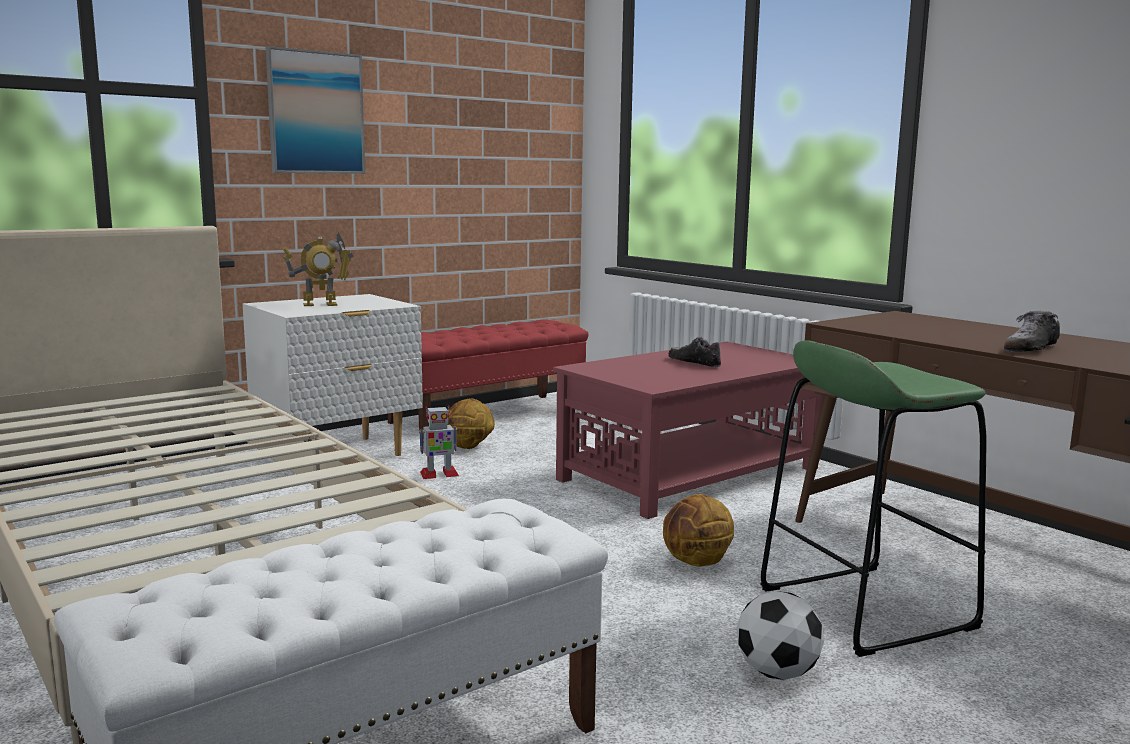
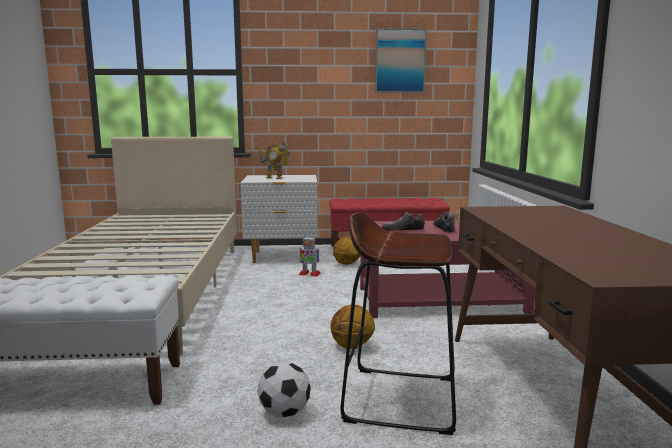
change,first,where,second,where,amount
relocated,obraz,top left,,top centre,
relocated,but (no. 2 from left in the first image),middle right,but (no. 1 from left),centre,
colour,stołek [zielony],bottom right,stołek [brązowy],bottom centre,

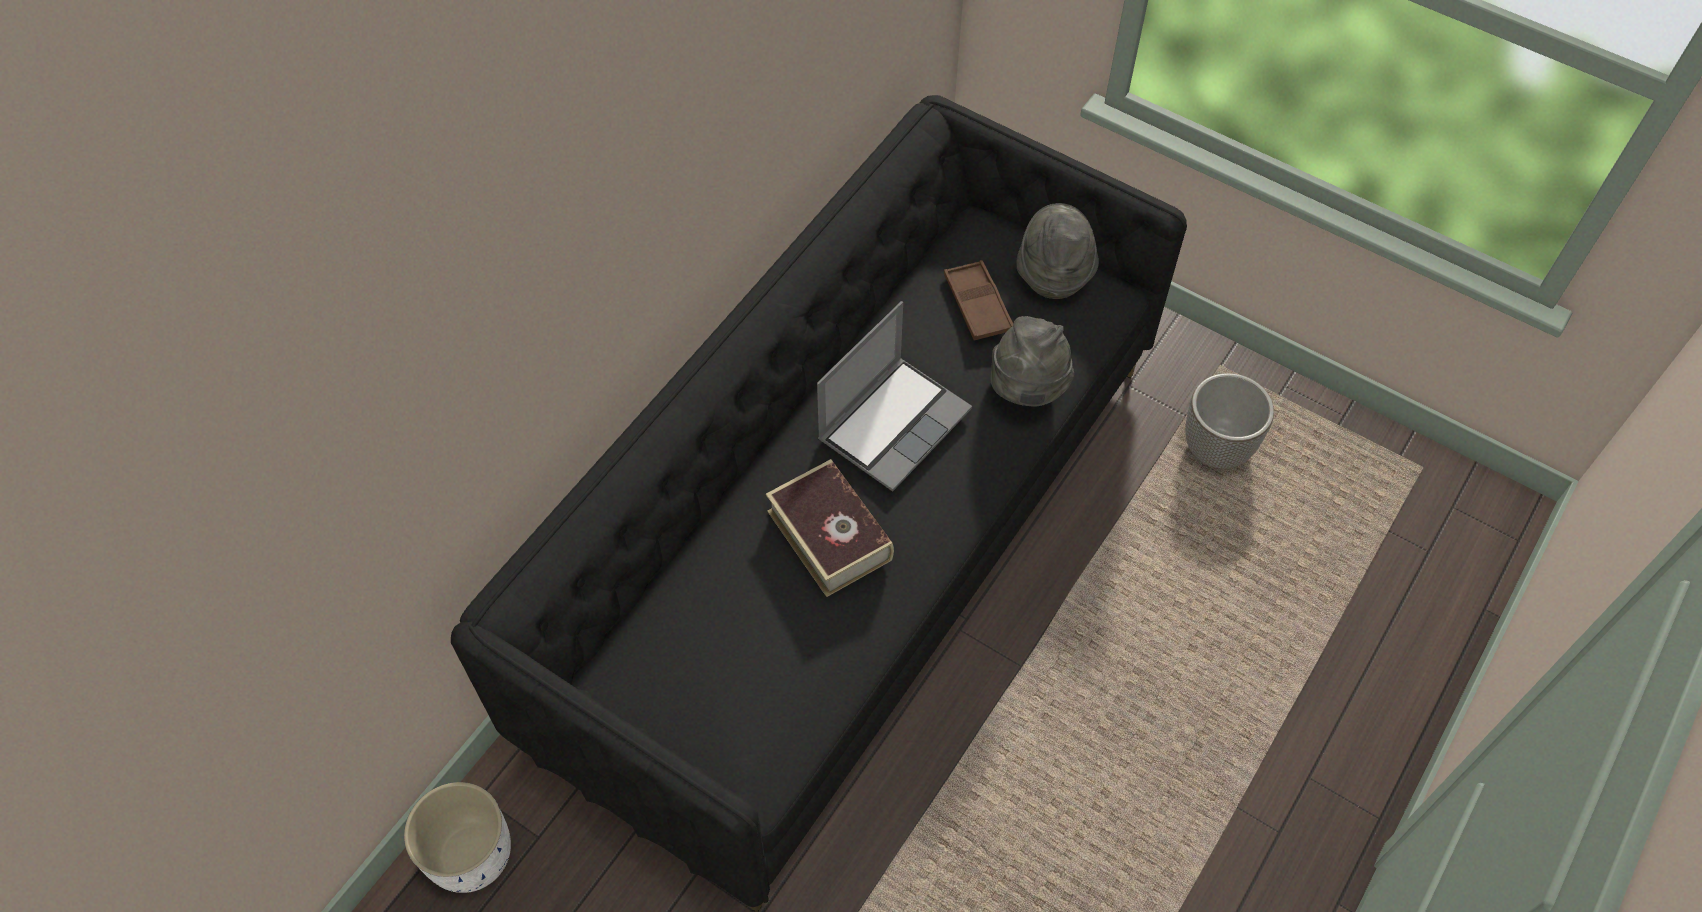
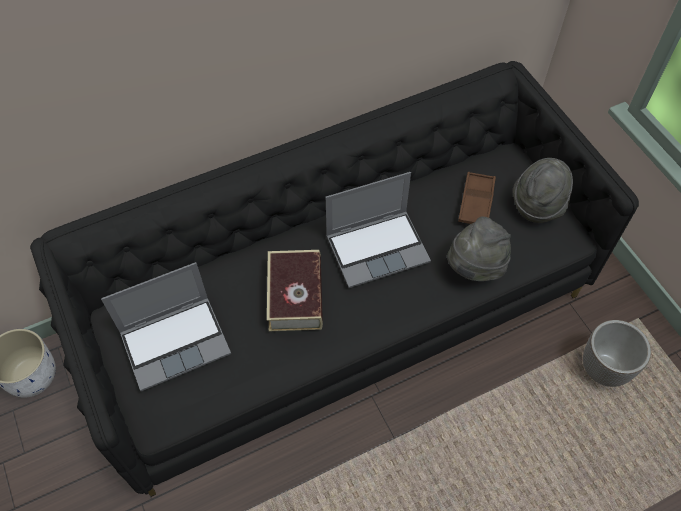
change,first,where,second,where,amount
appeared,,,laptop (no. 1 from left),middle left,

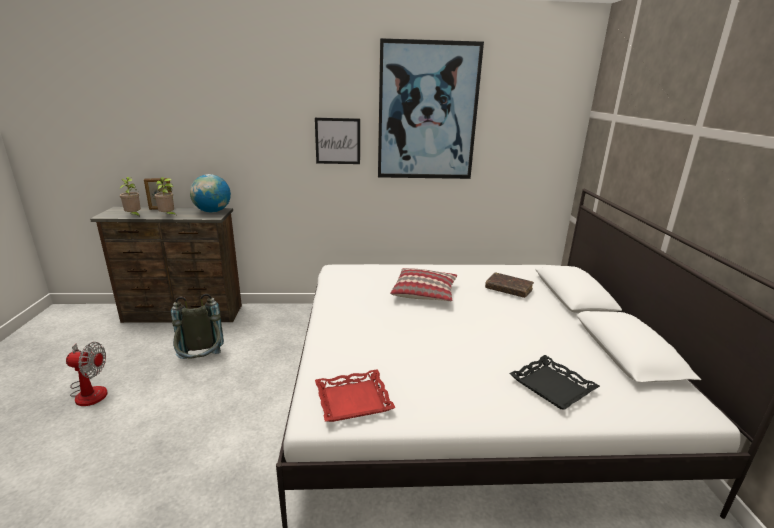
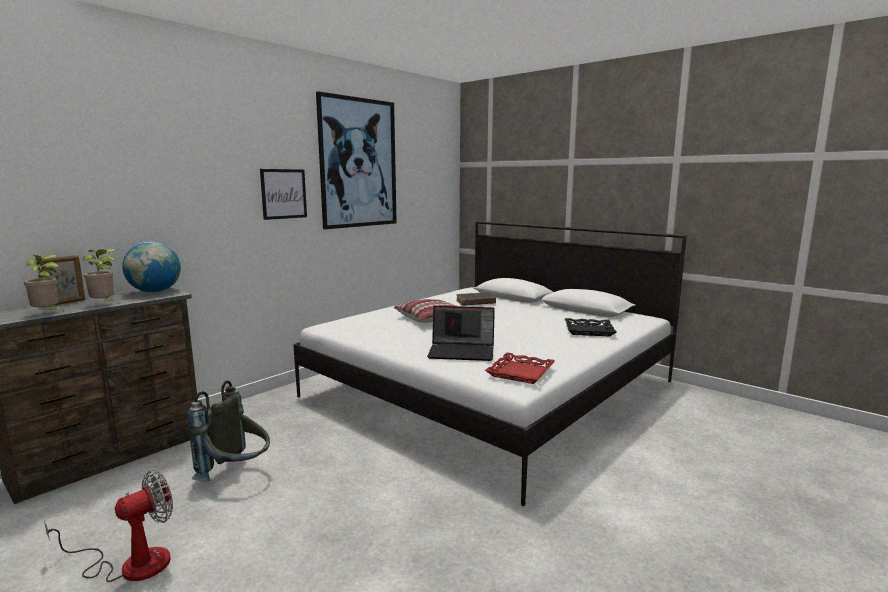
change,first,where,second,where,amount
appeared,,,laptop,centre,

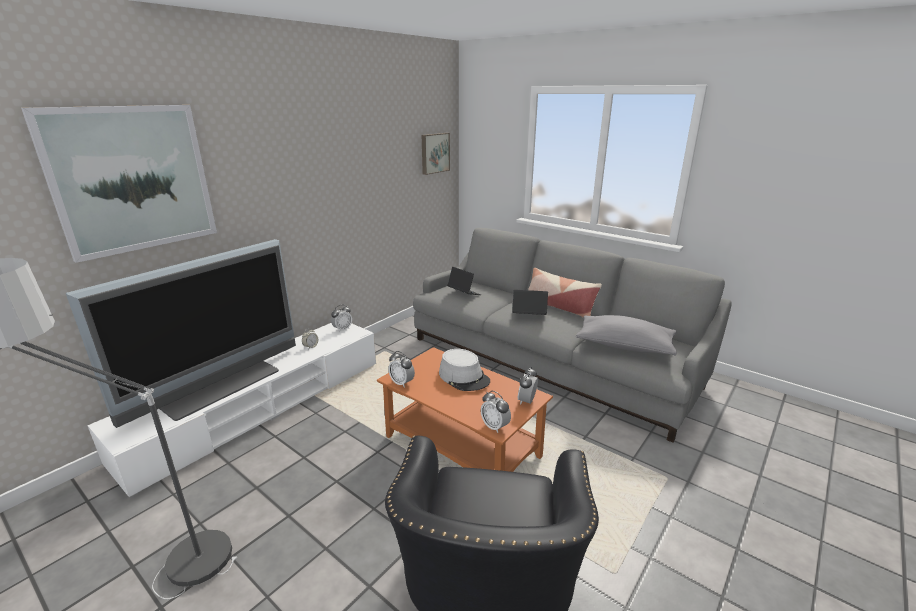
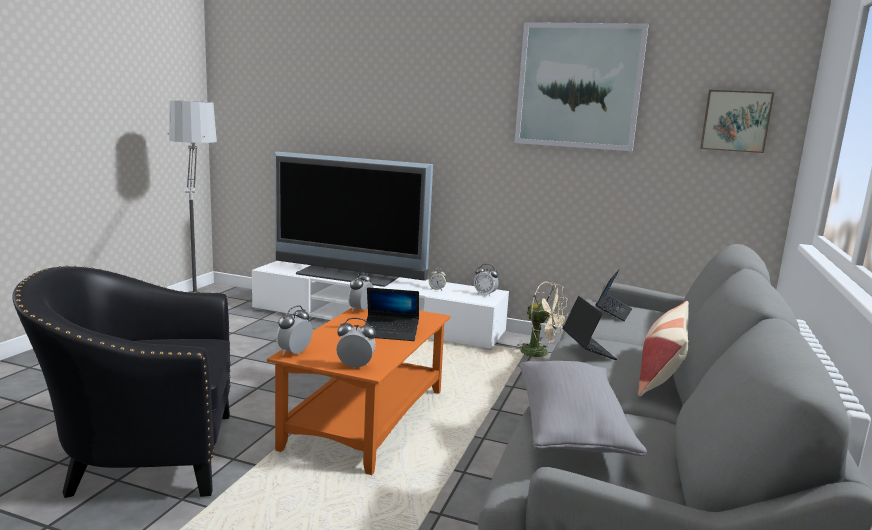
change,first,where,second,where,amount
appeared,,,wentylator [beżowy],centre,
relocated,obraz (no. 1 from left),top left,,top centre,
exchanged,kapelusz [szary],centre,laptop (no. 1 from left),centre,

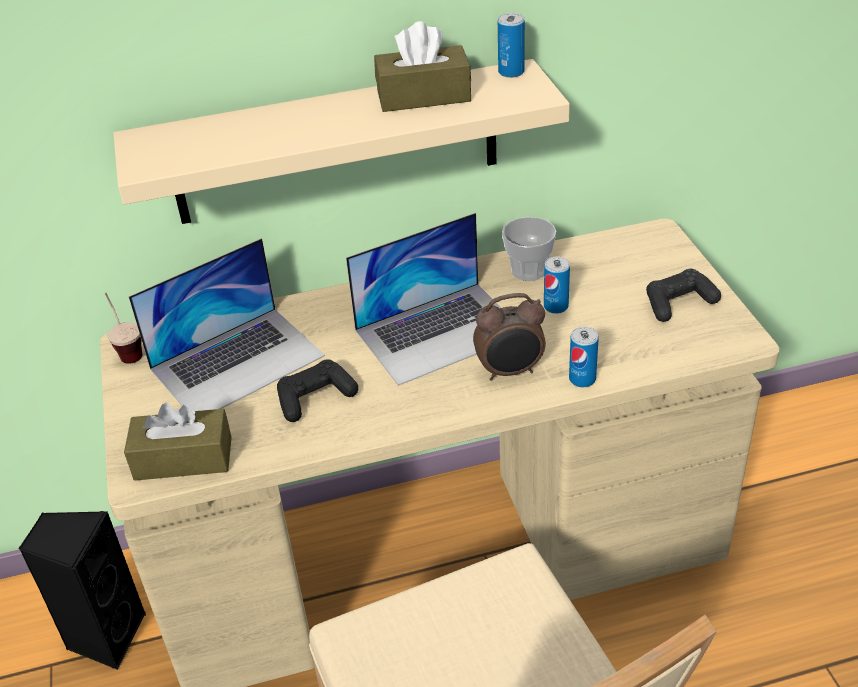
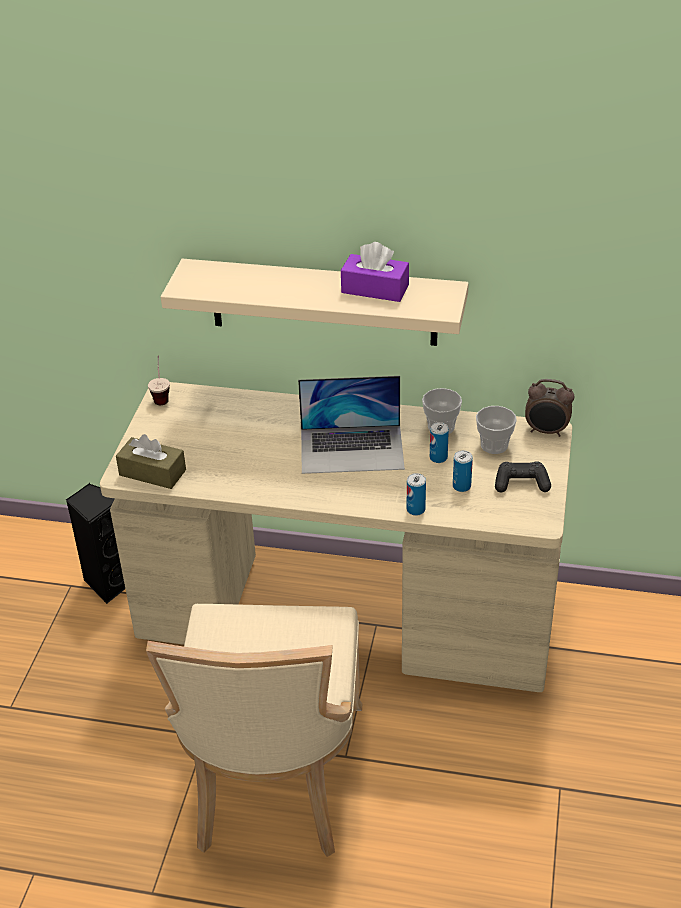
change,first,where,second,where,amount
missing,laptop (no. 1 from left),middle left,,,
missing,pad do gier [czarny] (no. 1 from left),centre,,,
appeared,,,filiżanka (no. 3 from left),middle right,
relocated,budzik,centre,,middle right,
relocated,puszka (no. 1 from left in the first image),top centre,puszka (no. 3 from left),middle right,
colour,pudełko chusteczek [brązowy] (no. 2 from left),top centre,pudełko chusteczek [fioletowy],top centre,

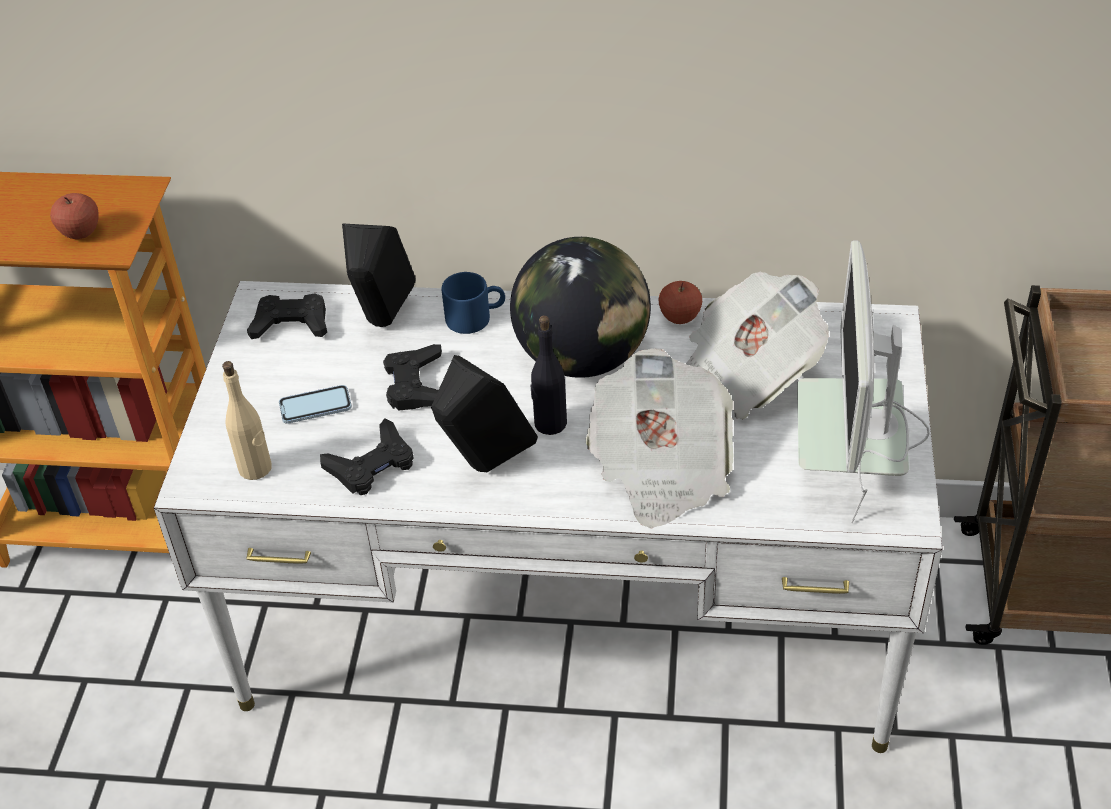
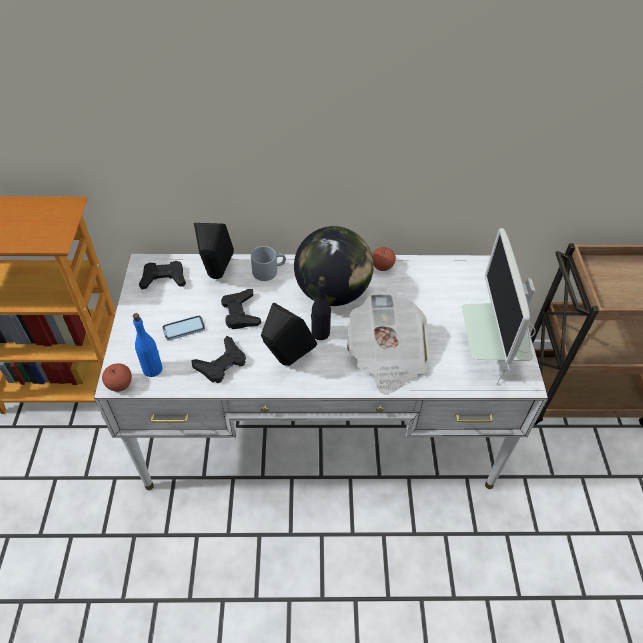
change,first,where,second,where,amount
missing,gazeta (no. 2 from left),middle right,,,
relocated,jabłko (no. 1 from left),top left,,middle left,
colour,butelka [beżowy],middle left,butelka [niebieski],middle left,
colour,kubek [niebieski],centre,kubek [szary],centre,

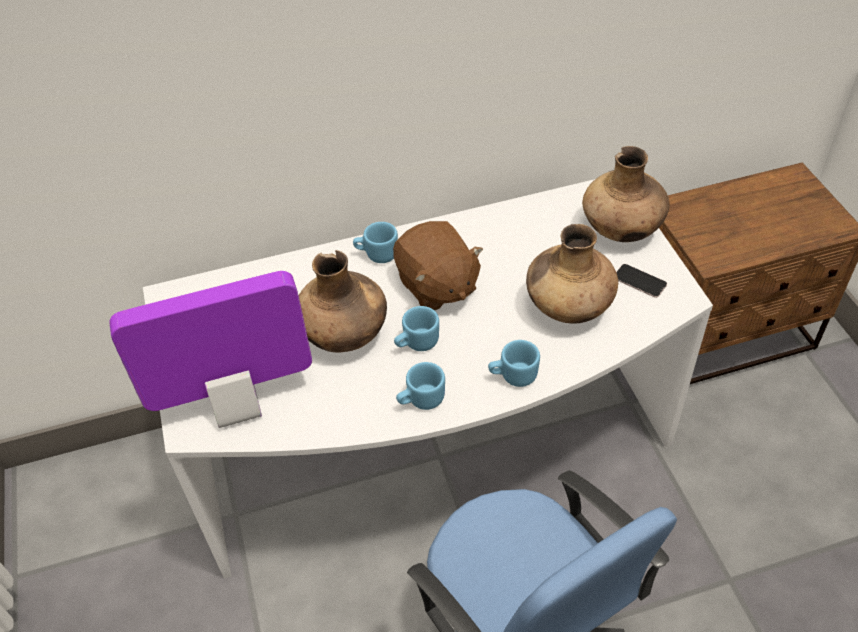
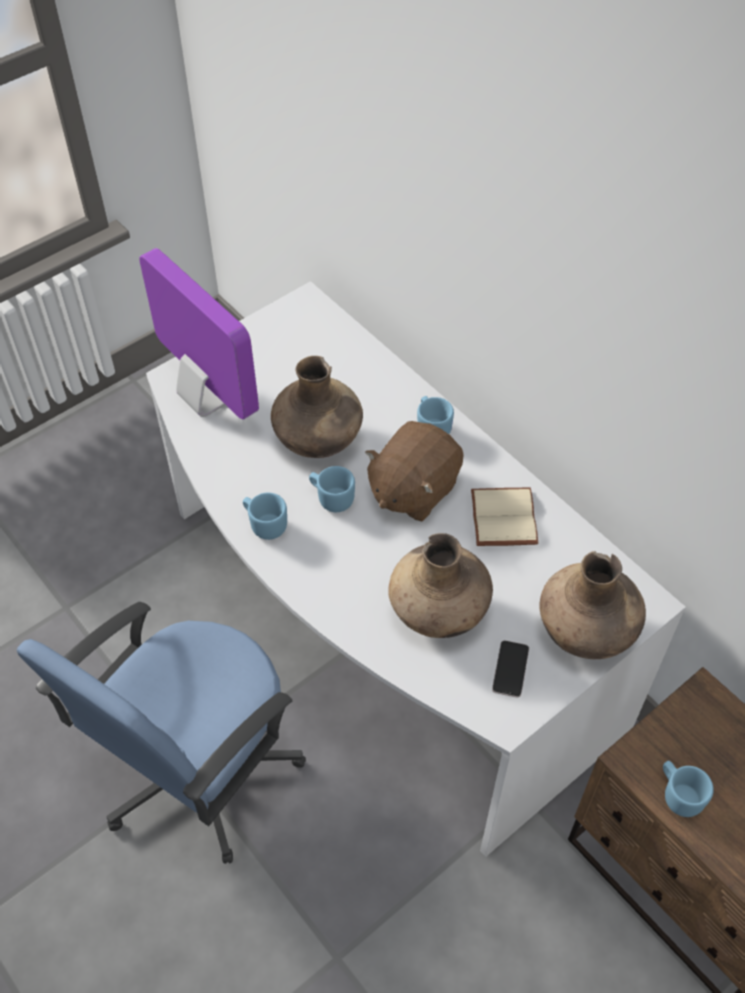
change,first,where,second,where,amount
appeared,,,książka [beżowy],middle right,
relocated,kubek [niebieski] (no. 4 from left),centre,,bottom right,

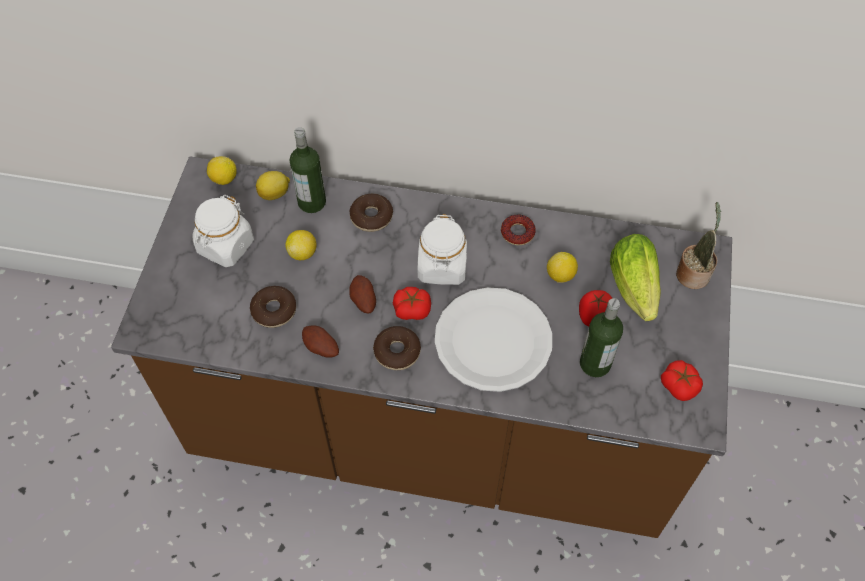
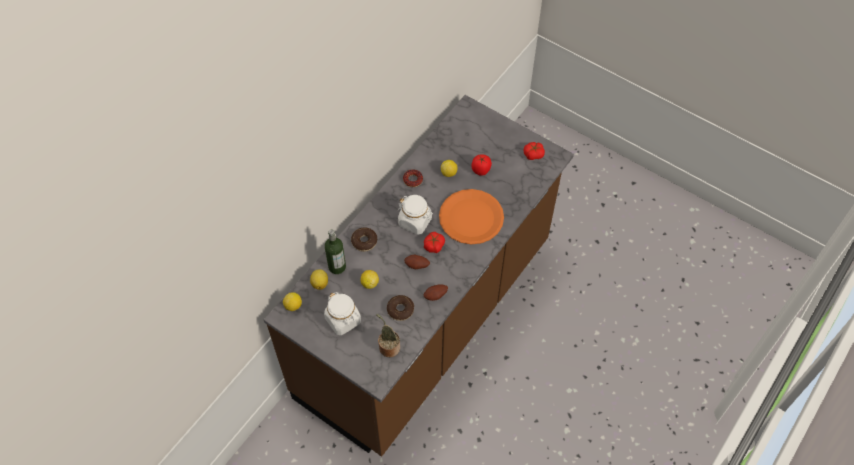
change,first,where,second,where,amount
missing,donut (no. 3 from left),centre,,,
missing,butelka (no. 2 from left),middle right,,,
missing,sałata,middle right,,,
relocated,roślina doniczkowa,middle right,,bottom centre,
colour,talerz [biały],centre,talerz [pomarańczowy],centre,

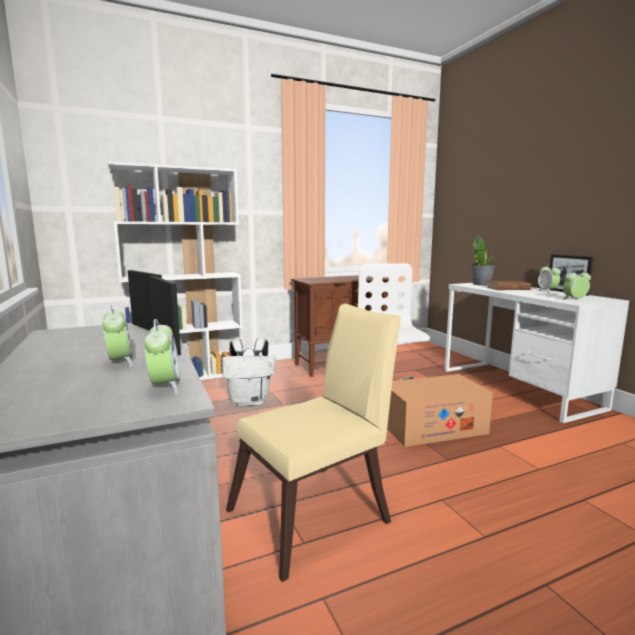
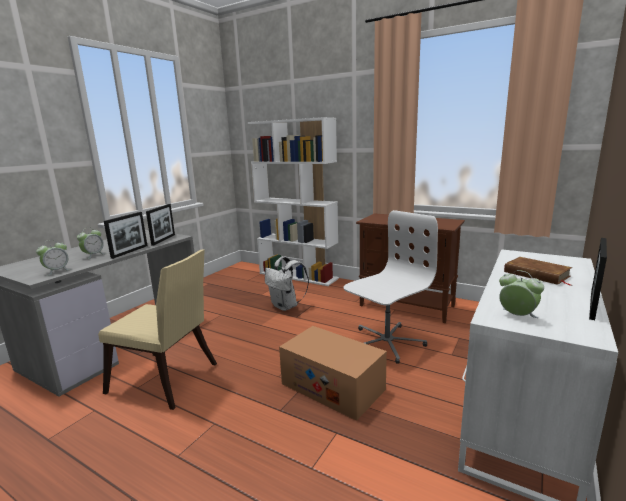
change,first,where,second,where,amount
missing,roślina doniczkowa,middle right,,,
missing,budzik (no. 3 from left),middle right,,,

